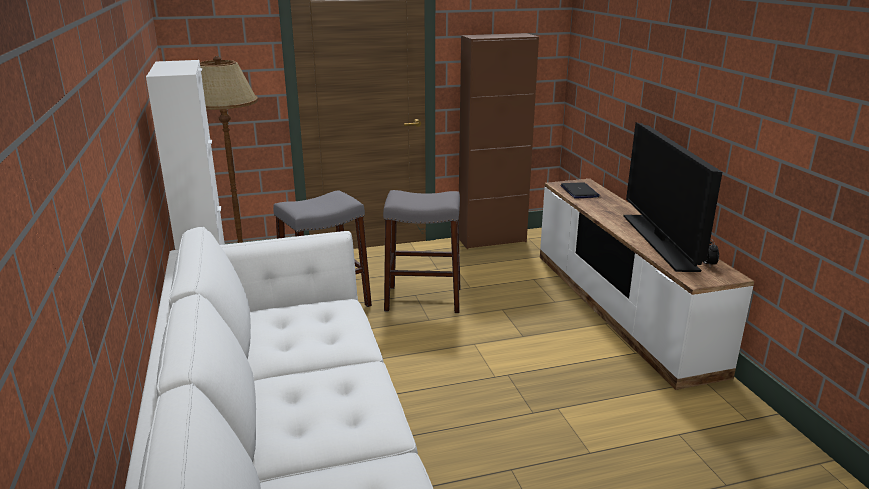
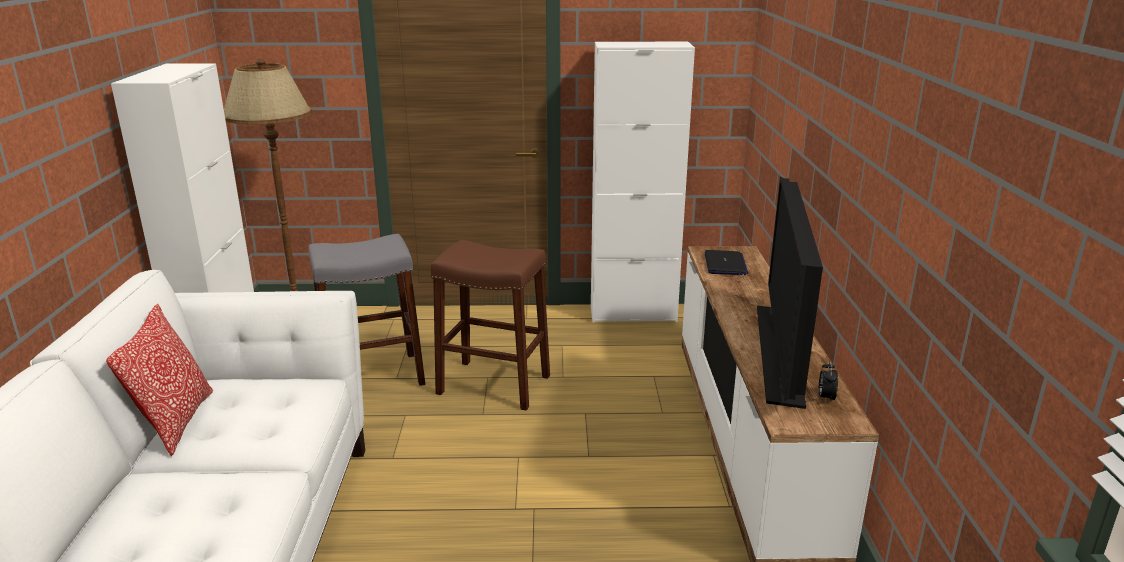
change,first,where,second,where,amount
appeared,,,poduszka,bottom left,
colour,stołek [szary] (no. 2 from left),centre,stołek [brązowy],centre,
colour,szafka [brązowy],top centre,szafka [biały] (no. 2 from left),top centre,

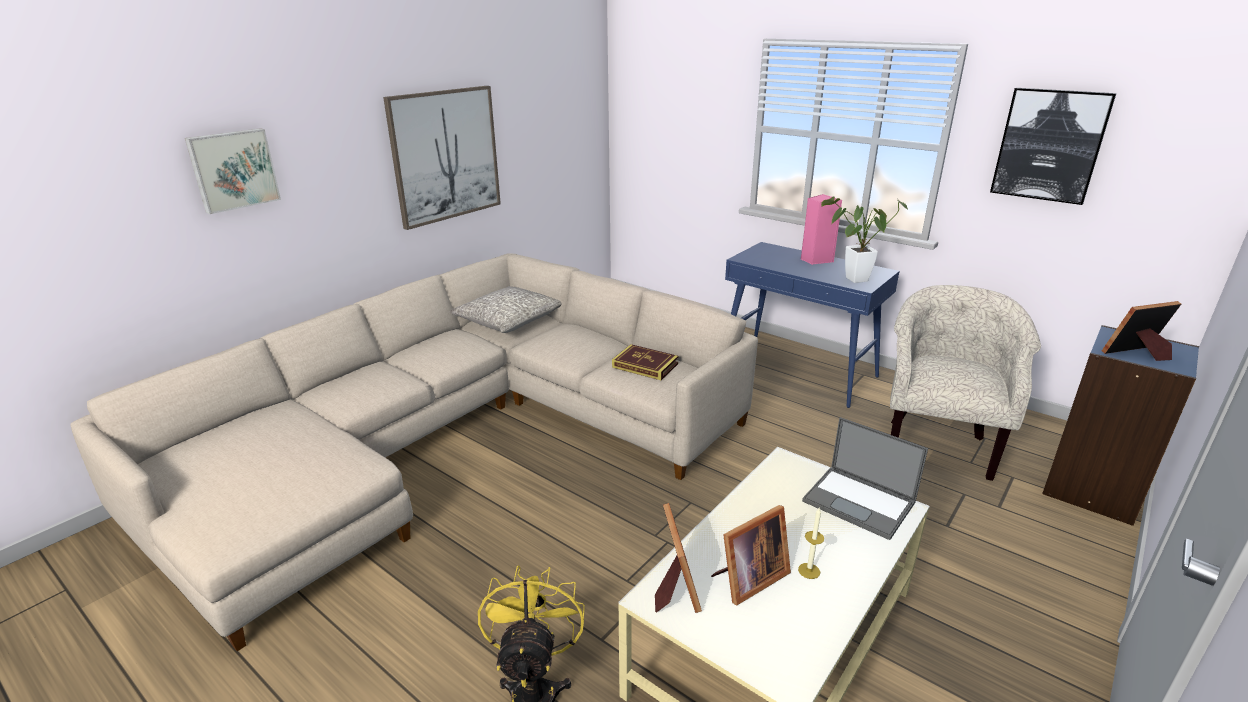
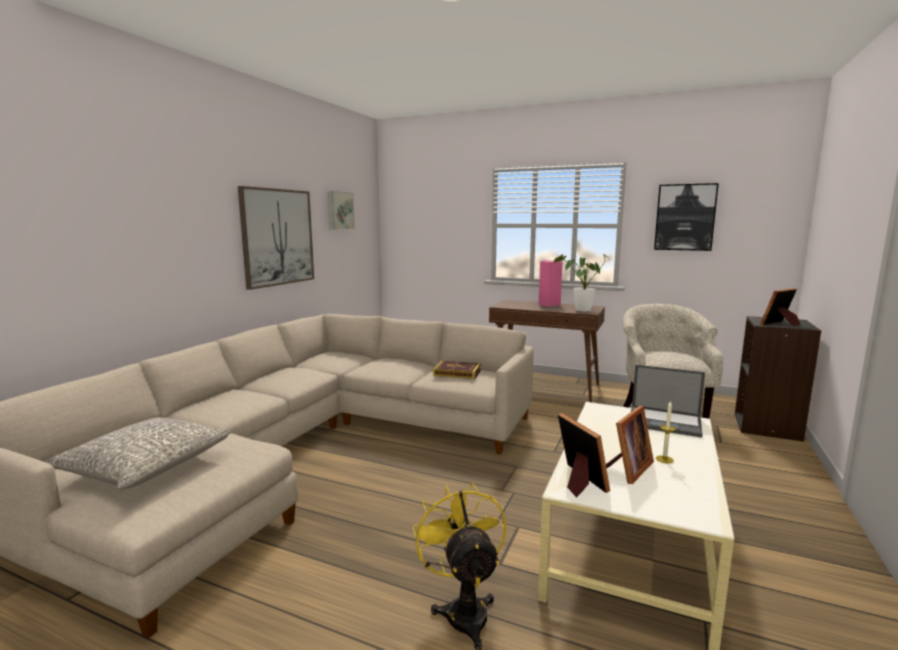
change,first,where,second,where,amount
relocated,obraz (no. 1 from left in the first image),top left,obraz (no. 2 from left),top centre,
relocated,poduszka [szary],centre,,bottom left,
colour,stolik konsolowy [niebieski],centre,stolik konsolowy [brązowy],centre,
colour,regał [niebieski],middle right,regał [czarny],middle right,

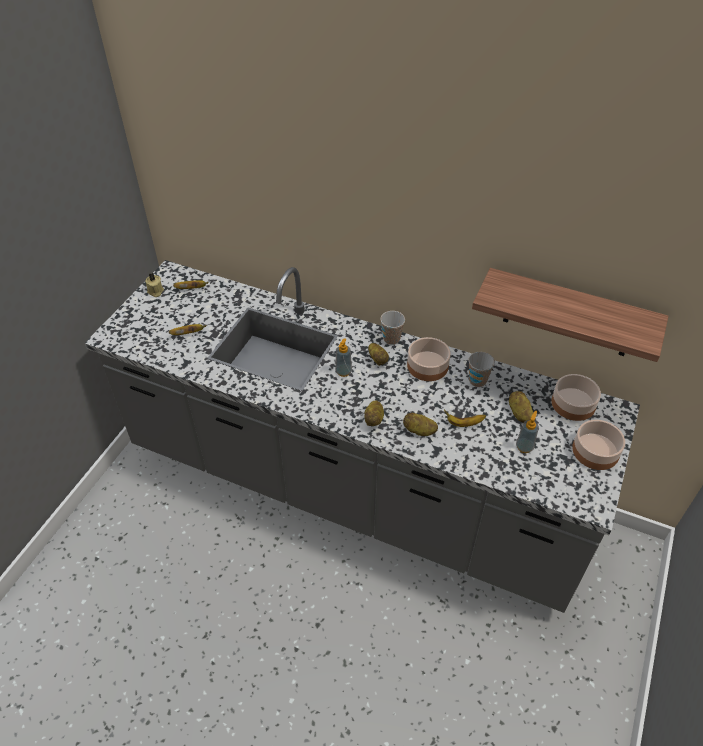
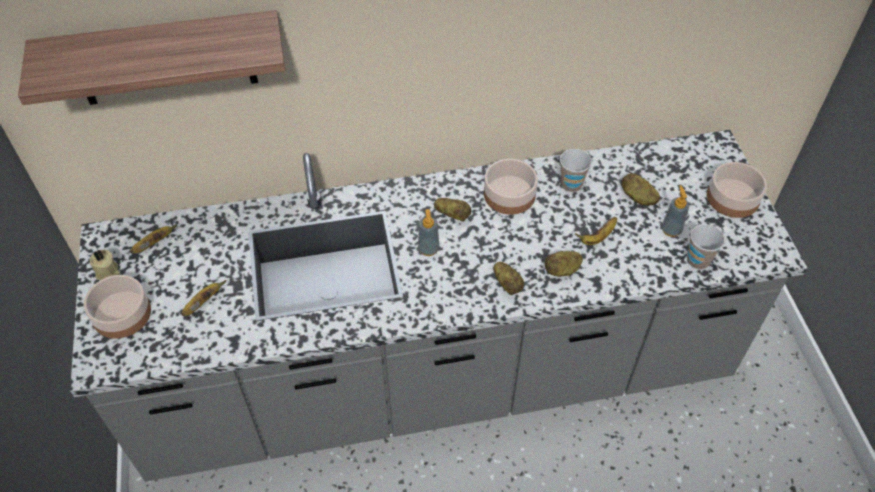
change,first,where,second,where,amount
relocated,filiżanka (no. 1 from left in the first image),centre,filiżanka (no. 2 from left),middle right,
relocated,półka,middle right,,top left,
relocated,miska (no. 2 from left in the first image),middle right,miska (no. 1 from left),middle left,

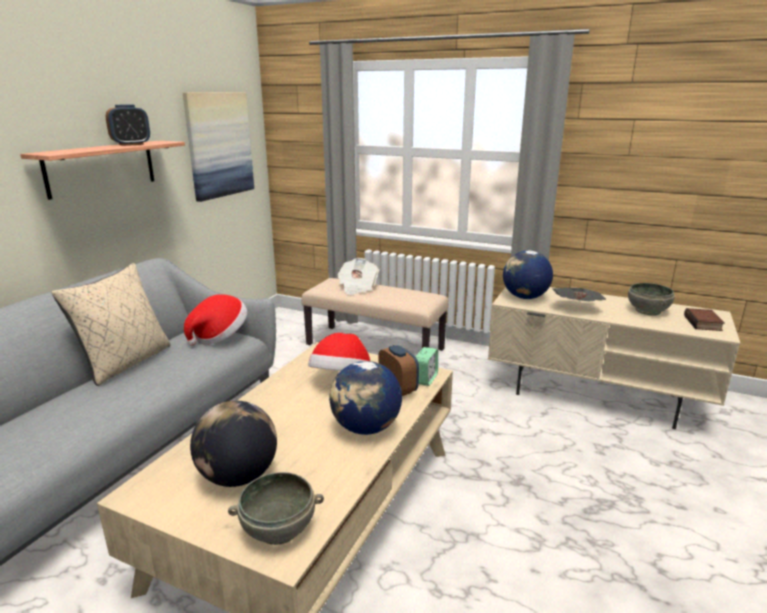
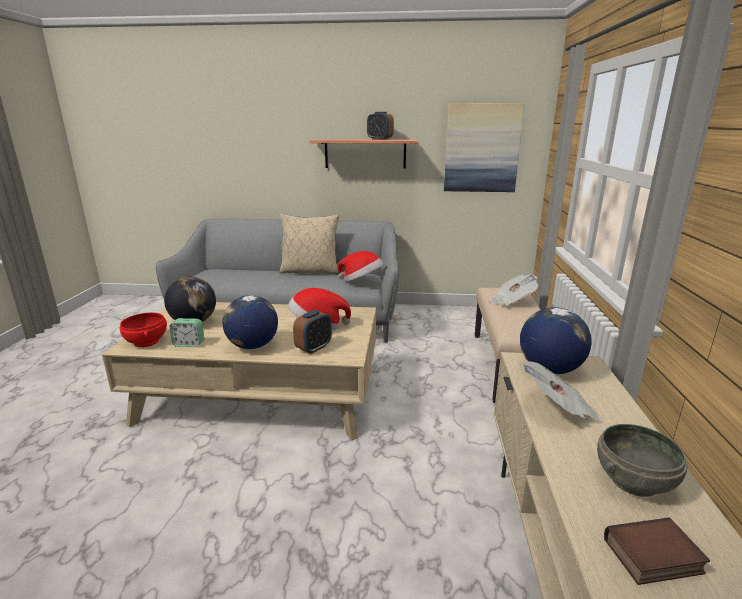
change,first,where,second,where,amount
relocated,budzik (no. 3 from left in the first image),centre,budzik (no. 1 from left),middle left,
colour,miska [szary] (no. 1 from left),bottom centre,miska [czerwony],middle left,

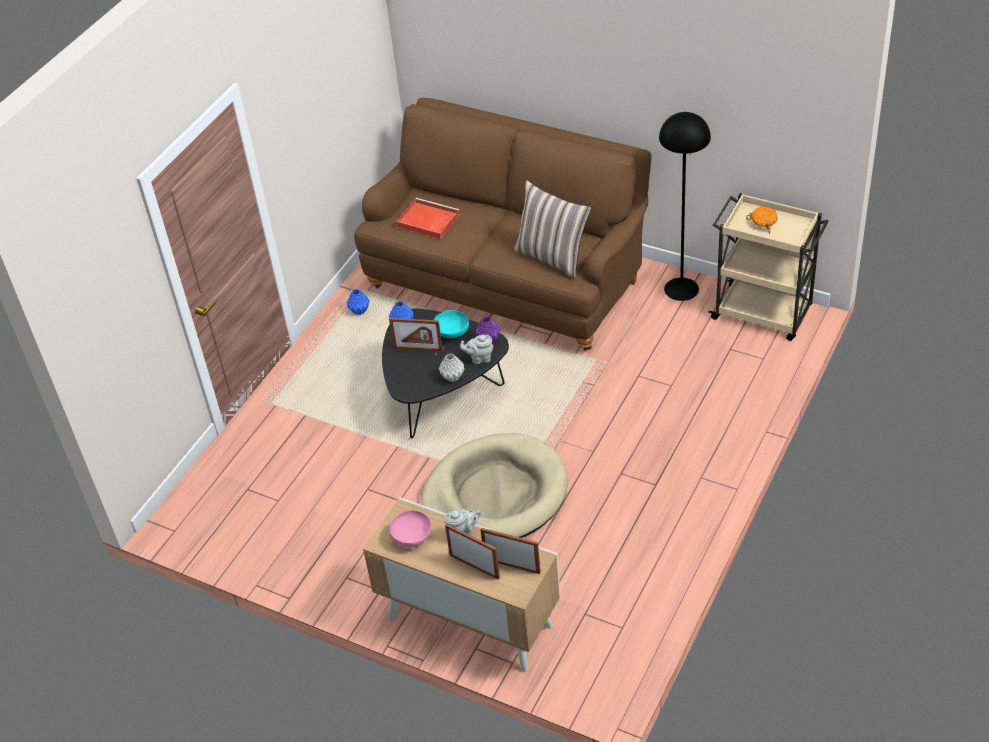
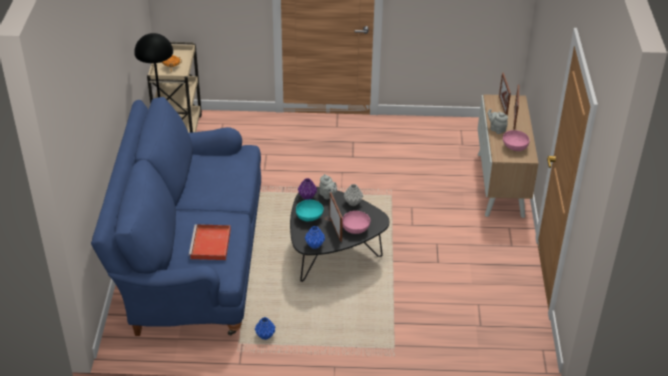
change,first,where,second,where,amount
missing,legowisko [beżowy],centre,,,
missing,poduszka,top centre,,,
appeared,,,miska [różowy] (no. 1 from left),centre,
colour,kanapa [brązowy],top centre,kanapa [niebieski],middle left,

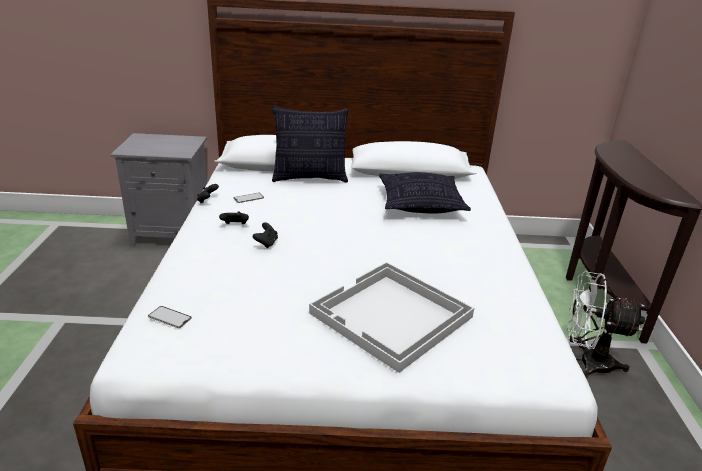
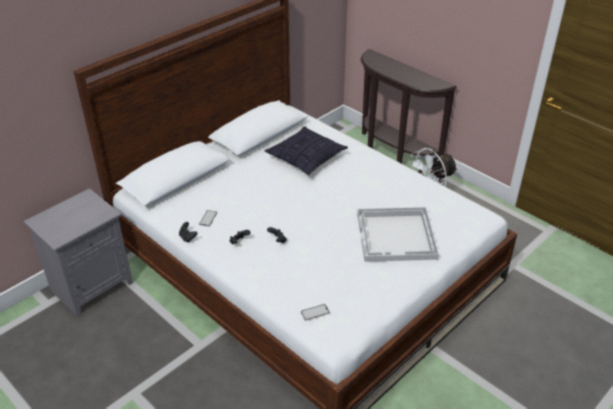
change,first,where,second,where,amount
missing,poduszka (no. 1 from left),top centre,,,

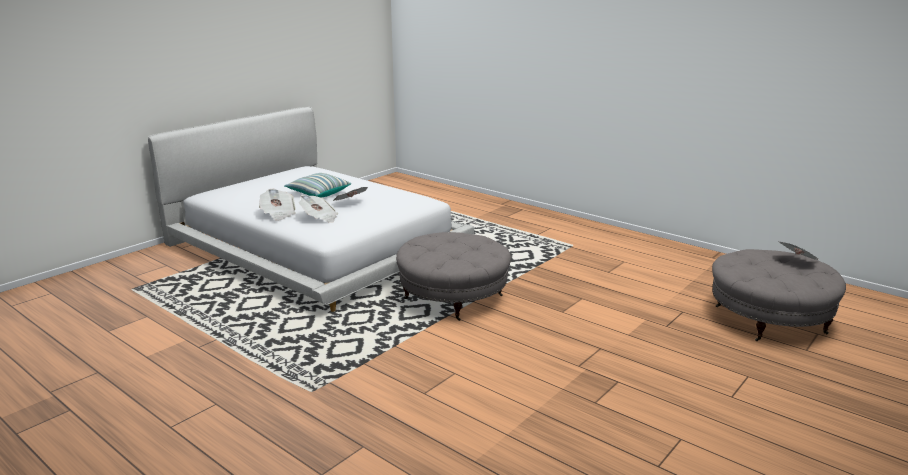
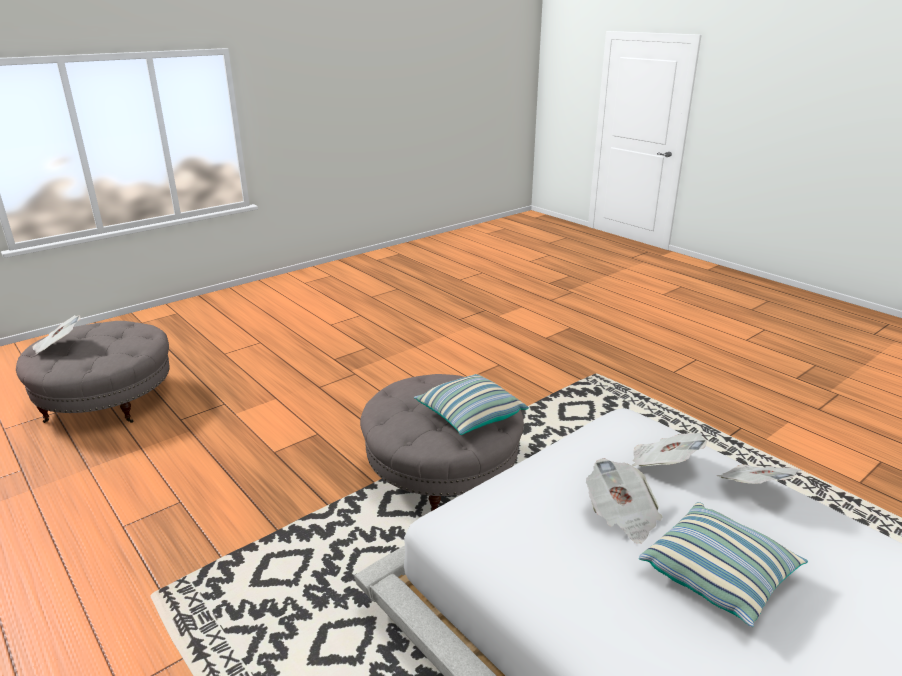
change,first,where,second,where,amount
appeared,,,poduszka (no. 1 from left),centre,

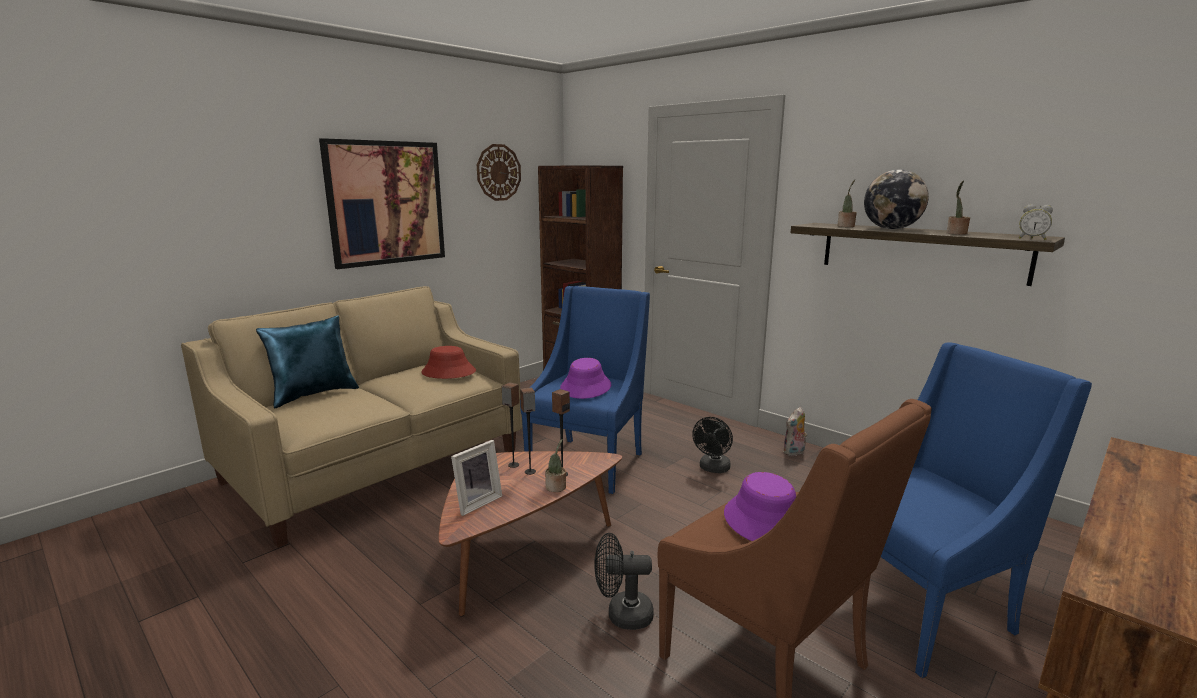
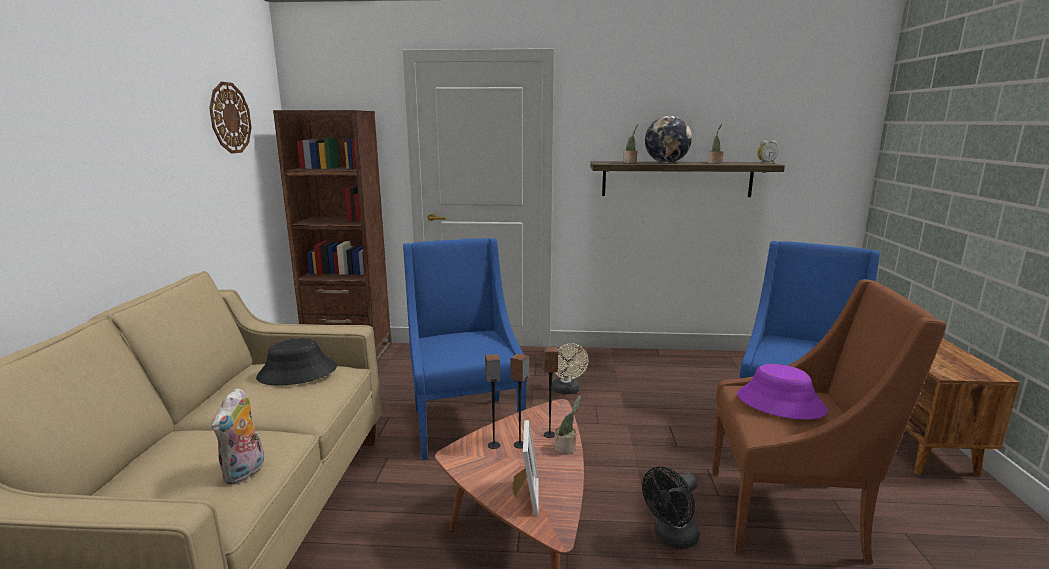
change,first,where,second,where,amount
missing,poduszka [niebieski],middle left,,,
missing,obraz,top left,,,
missing,kapelusz [fioletowy] (no. 1 from left),centre,,,
relocated,pluszak,centre,,bottom left,
colour,kapelusz [czerwony],centre,kapelusz [czarny],middle left,
colour,wentylator [czarny] (no. 2 from left),centre,wentylator [beżowy],centre,

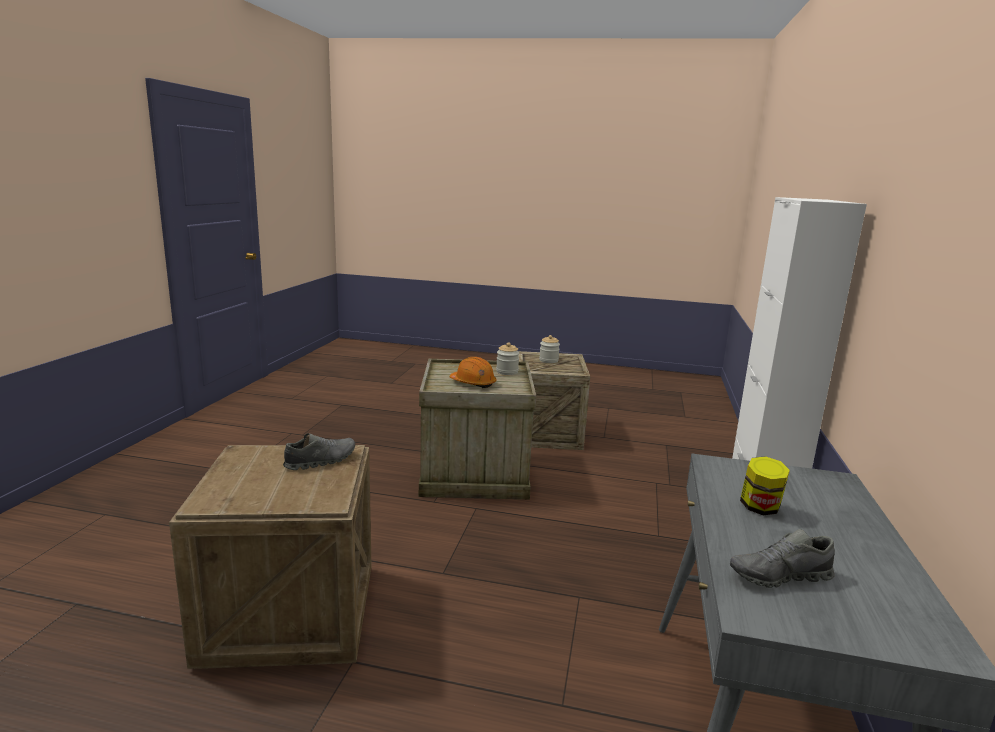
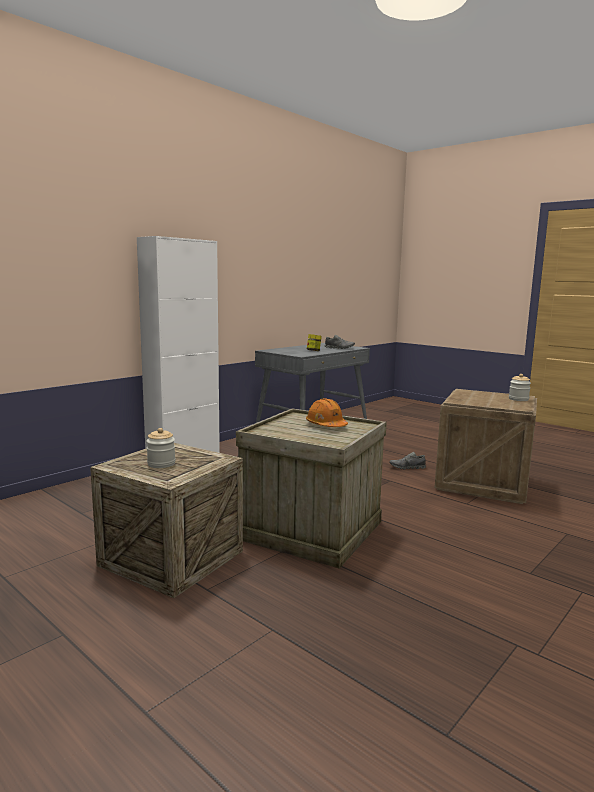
change,first,where,second,where,amount
relocated,but [szary] (no. 1 from left in the first image),middle left,but [szary] (no. 2 from left),middle right,
relocated,słoik (no. 1 from left in the first image),centre,słoik (no. 3 from left),middle right,

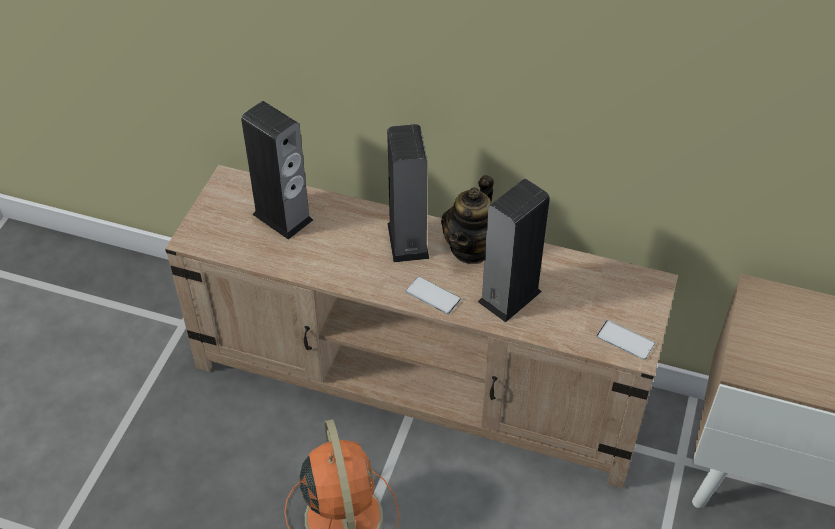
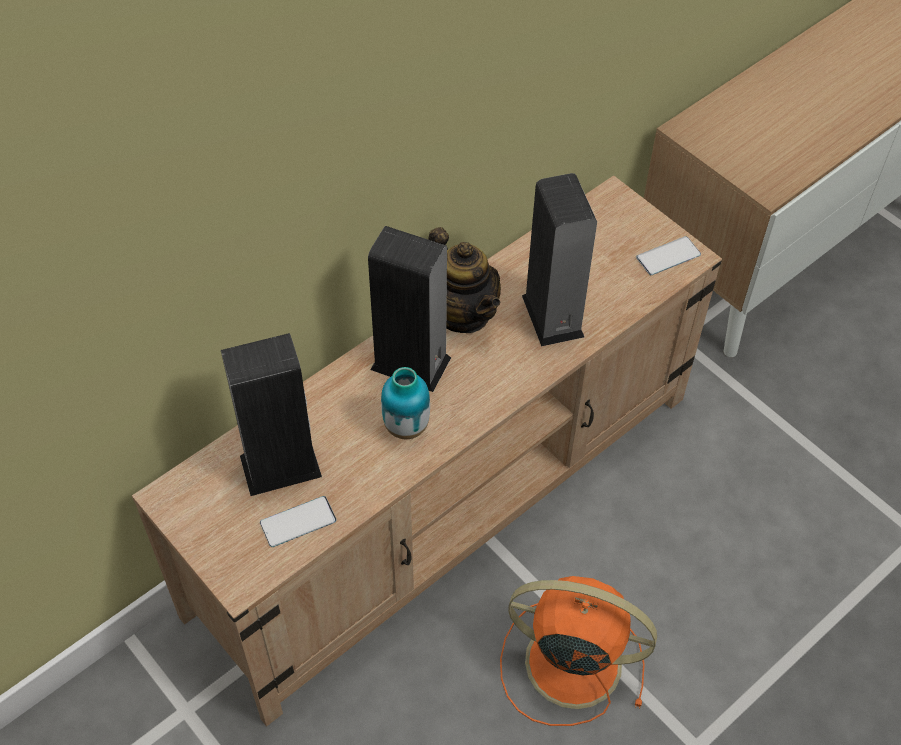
change,first,where,second,where,amount
appeared,,,wazon,centre,
relocated,telefon (no. 1 from left),centre,,bottom left,

